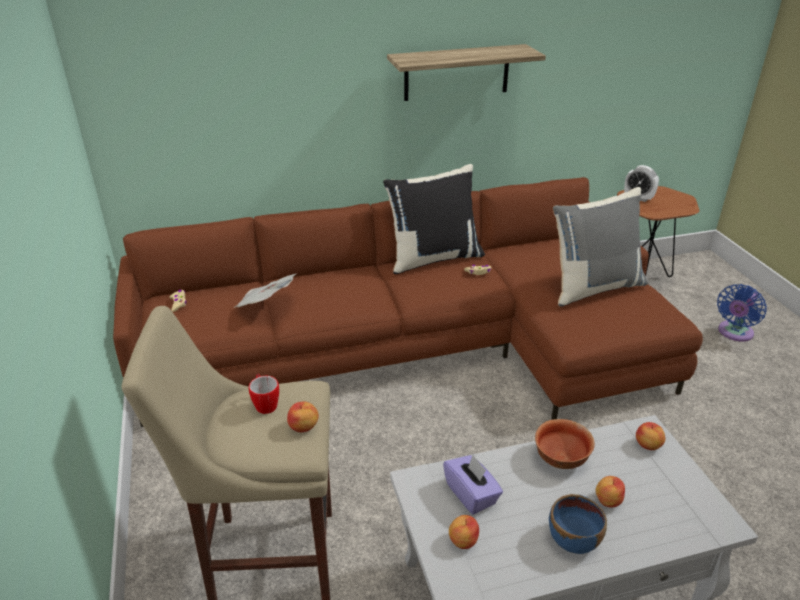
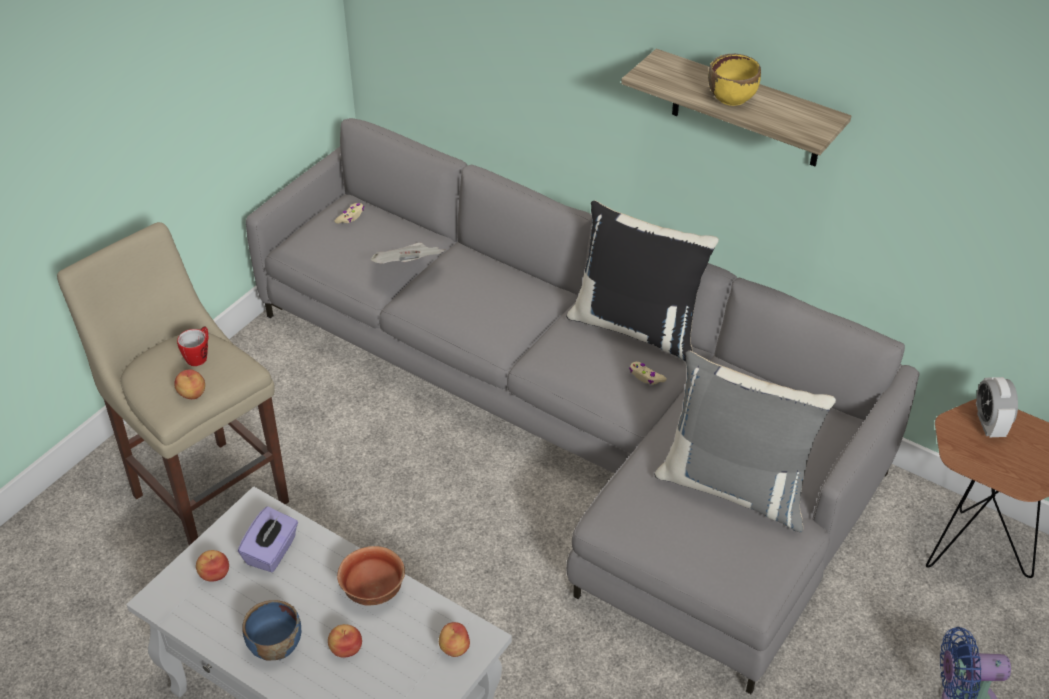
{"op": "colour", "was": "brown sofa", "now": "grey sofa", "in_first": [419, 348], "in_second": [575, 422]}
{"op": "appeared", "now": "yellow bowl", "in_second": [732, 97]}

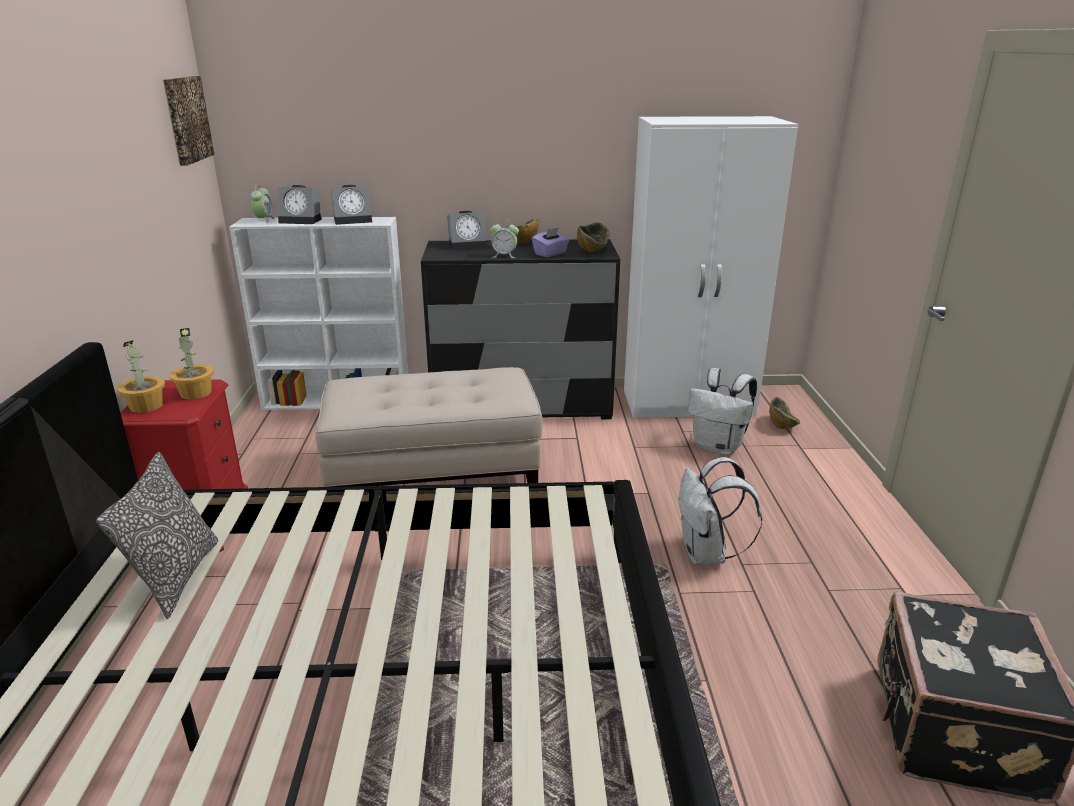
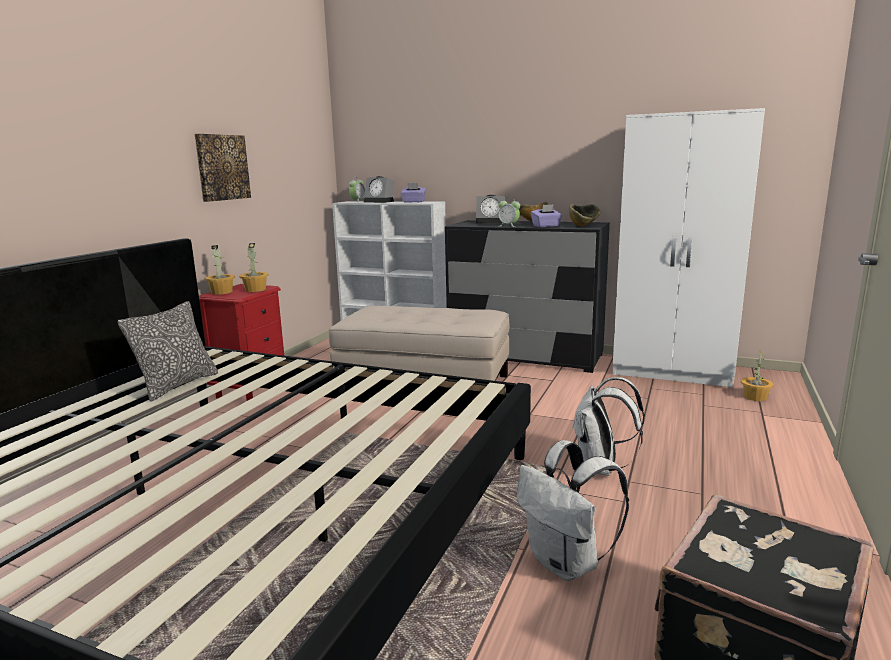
{"op": "relocated", "was": "picture", "in_first": [186, 119], "in_second": [222, 167]}
{"op": "exchanged", "was": "alarm clock", "now": "purple tissue box", "in_first": [354, 220], "in_second": [413, 202]}
{"op": "relocated", "was": "white backpack", "in_first": [718, 447], "in_second": [567, 563]}
{"op": "exchanged", "was": "bowl", "now": "potted plant", "in_first": [781, 425], "in_second": [754, 397]}

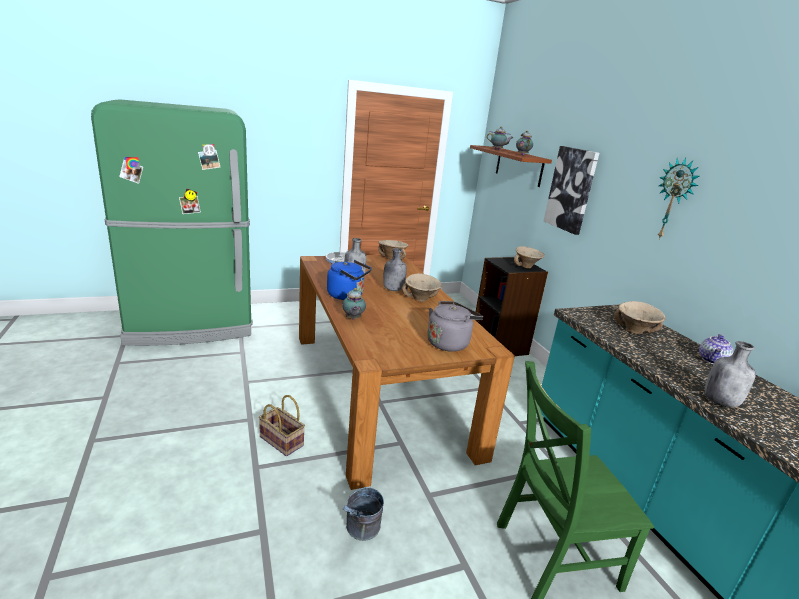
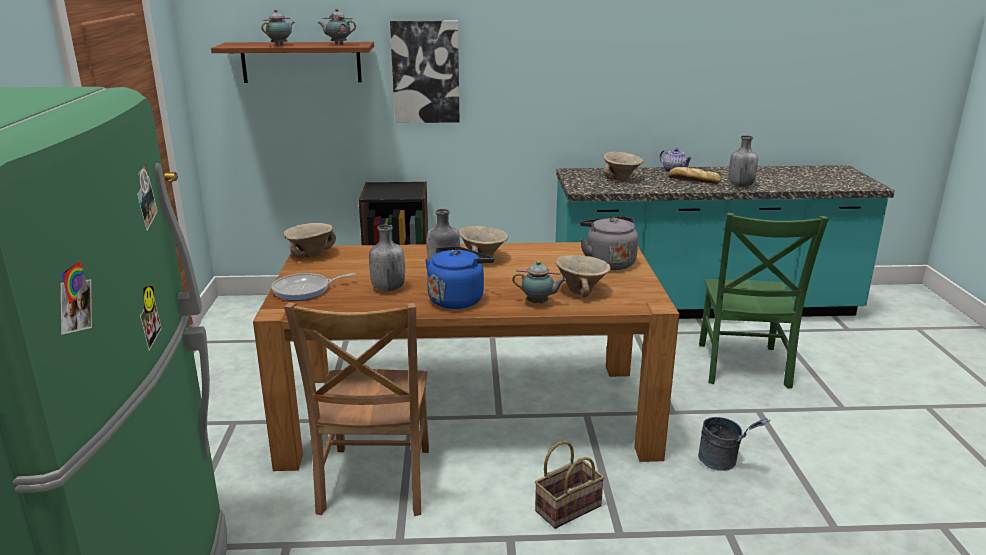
{"op": "appeared", "now": "brown chair", "in_second": [374, 484]}
{"op": "relocated", "was": "beige bowl", "in_first": [527, 267], "in_second": [582, 291]}
{"op": "appeared", "now": "bread", "in_second": [692, 180]}
{"op": "missing", "was": "wall clock", "in_first": [674, 199]}

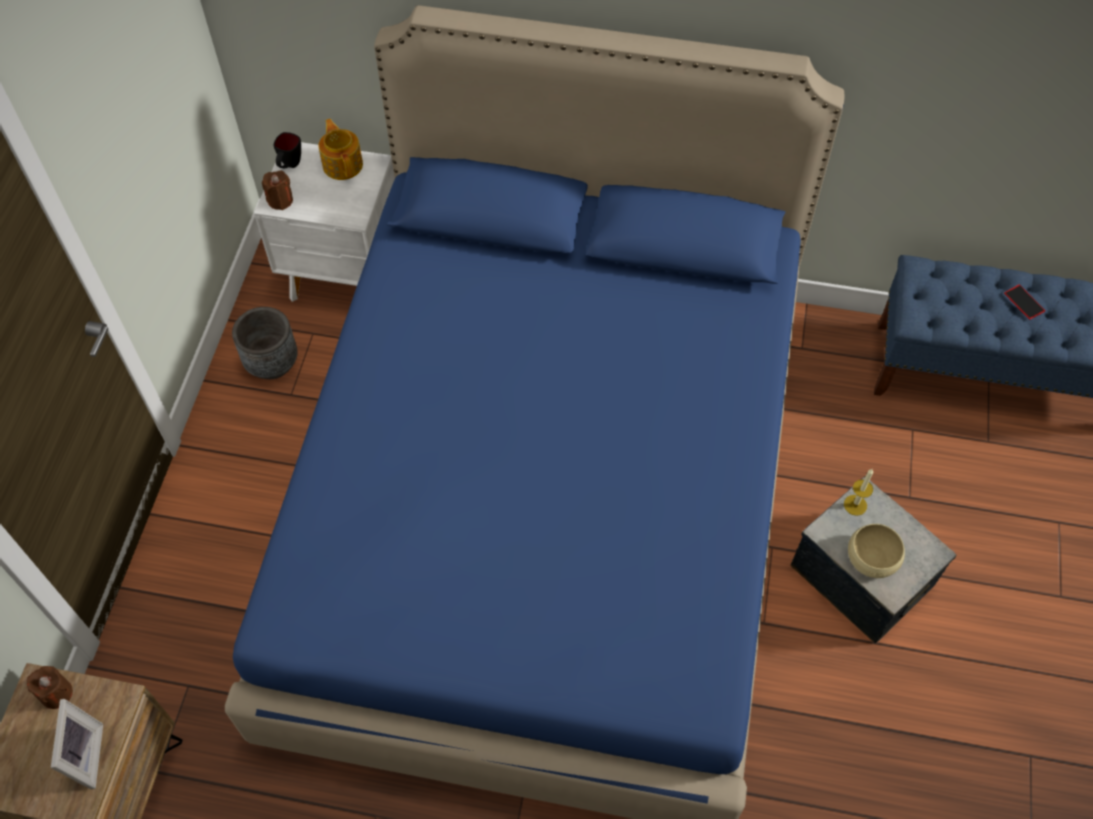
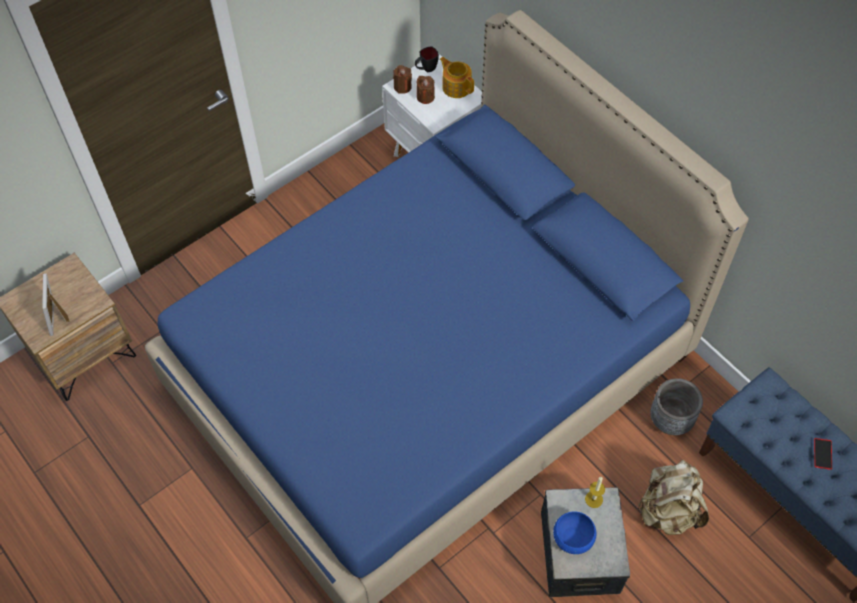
{"op": "spun", "was": "picture frame", "in_first": [84, 757], "in_second": [60, 317], "clockwise": 135}
{"op": "relocated", "was": "brown candle", "in_first": [56, 693], "in_second": [425, 97]}
{"op": "spun", "was": "teapot", "in_first": [343, 164], "in_second": [456, 86], "clockwise": -60}
{"op": "colour", "was": "beige bowl", "now": "blue bowl", "in_first": [872, 558], "in_second": [573, 537]}
{"op": "appeared", "now": "beige backpack", "in_second": [668, 510]}
{"op": "relocated", "was": "grey planter", "in_first": [272, 363], "in_second": [671, 420]}

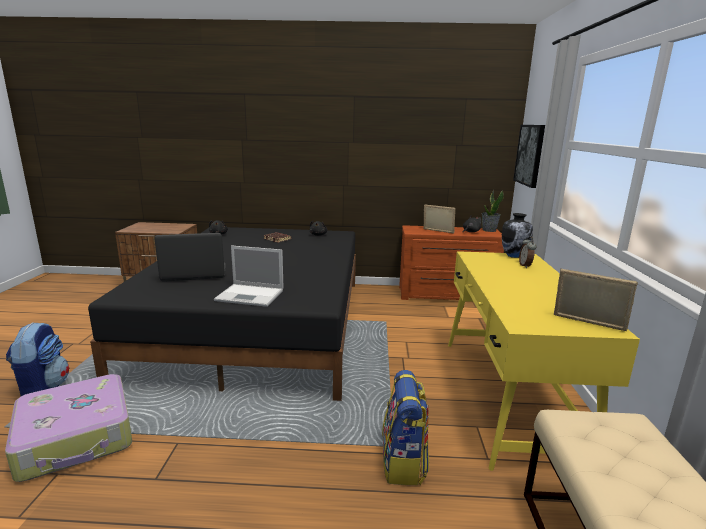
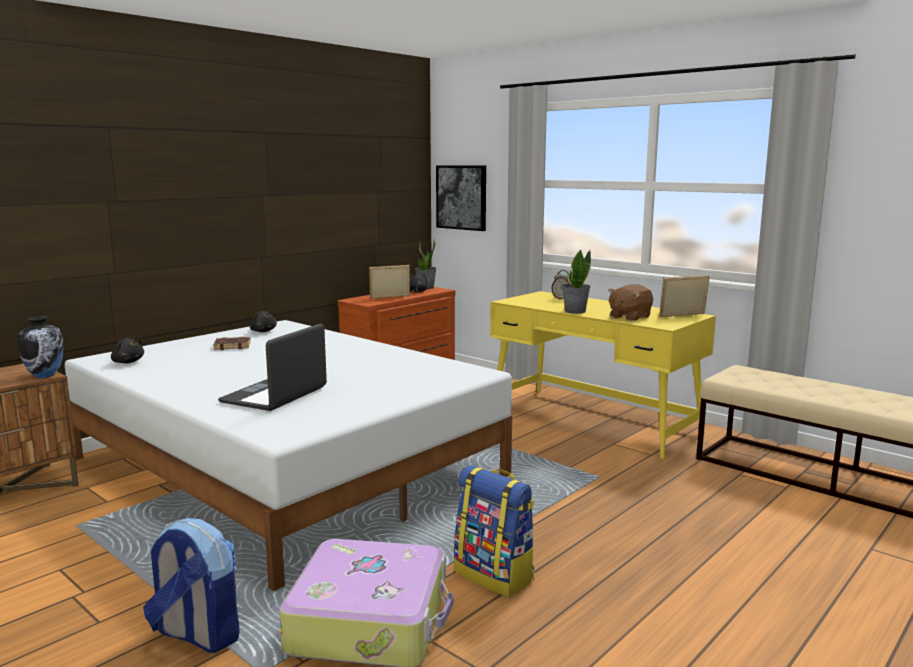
{"op": "relocated", "was": "vase", "in_first": [514, 256], "in_second": [45, 375]}
{"op": "colour", "was": "black bed", "now": "white bed", "in_first": [260, 324], "in_second": [286, 466]}
{"op": "relocated", "was": "backpack", "in_first": [404, 463], "in_second": [495, 575]}
{"op": "appeared", "now": "potted plant", "in_second": [574, 311]}
{"op": "appeared", "now": "brown plush toy", "in_second": [629, 317]}
{"op": "missing", "was": "laptop", "in_first": [251, 295]}

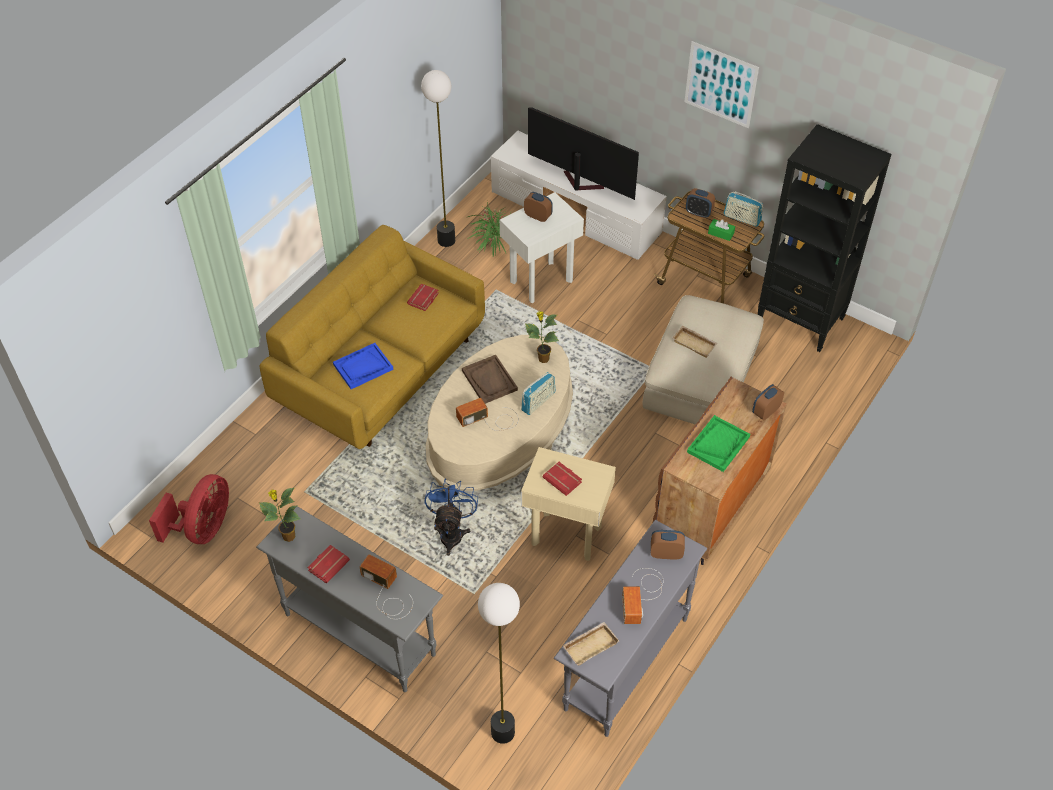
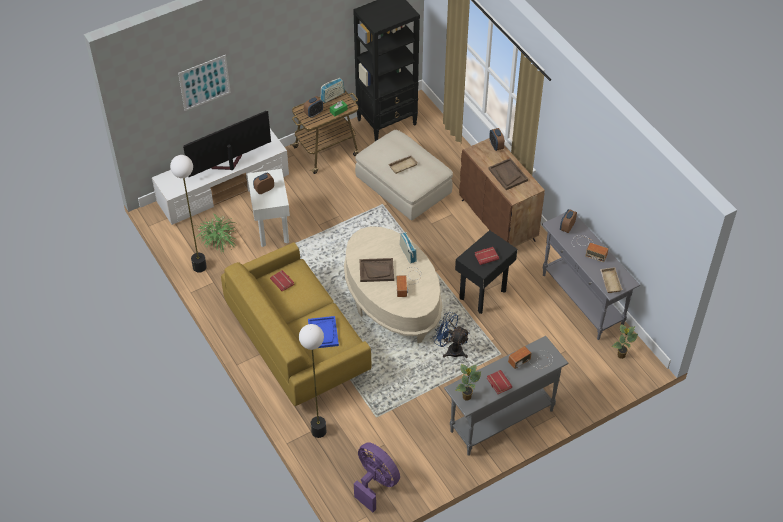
{"op": "relocated", "was": "picture", "in_first": [720, 84], "in_second": [204, 82]}
{"op": "relocated", "was": "floor lamp", "in_first": [503, 732], "in_second": [318, 431]}
{"op": "colour", "was": "red fan", "now": "purple fan", "in_first": [203, 528], "in_second": [375, 483]}
{"op": "colour", "was": "beige side table", "now": "black side table", "in_first": [566, 535], "in_second": [483, 294]}
{"op": "colour", "was": "green tray", "now": "brown tray", "in_first": [718, 444], "in_second": [507, 175]}
{"op": "relocated", "was": "potted plant", "in_first": [542, 359], "in_second": [621, 356]}

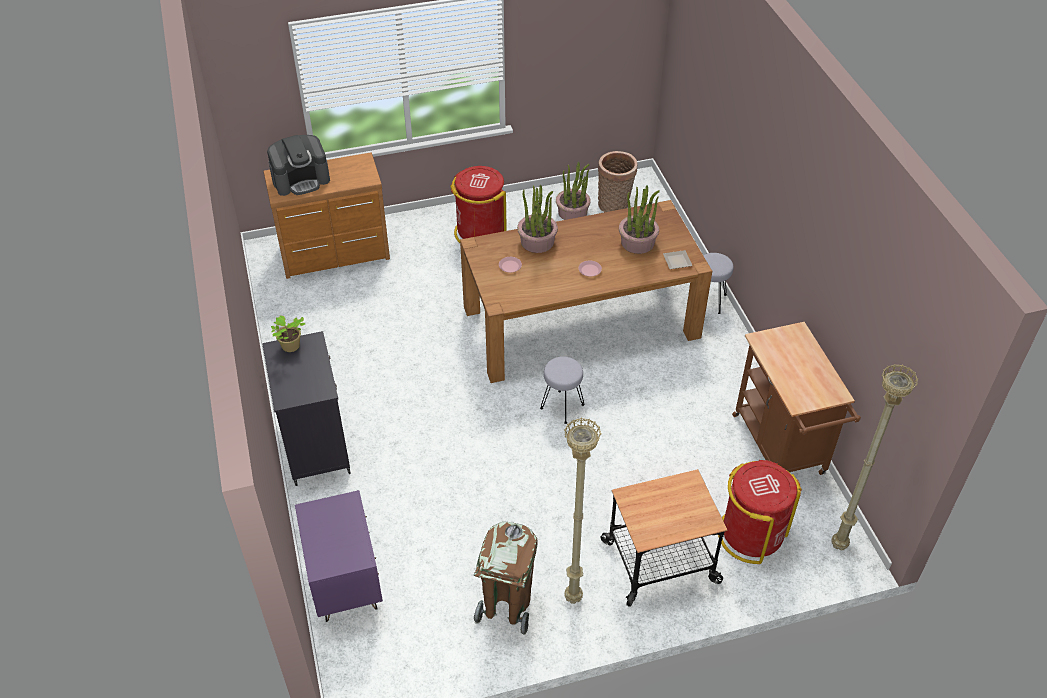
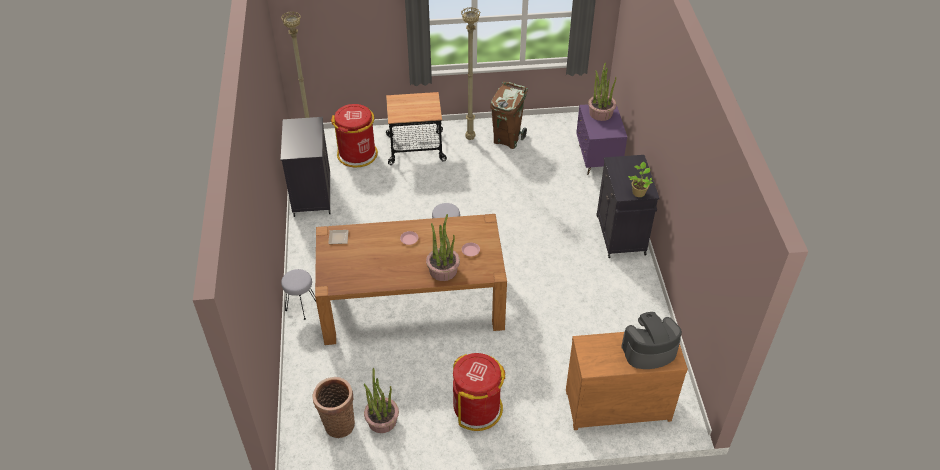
{"op": "exchanged", "was": "brown cart", "now": "black cabinet", "in_first": [781, 449], "in_second": [312, 194]}
{"op": "relocated", "was": "potted plant", "in_first": [637, 242], "in_second": [600, 113]}

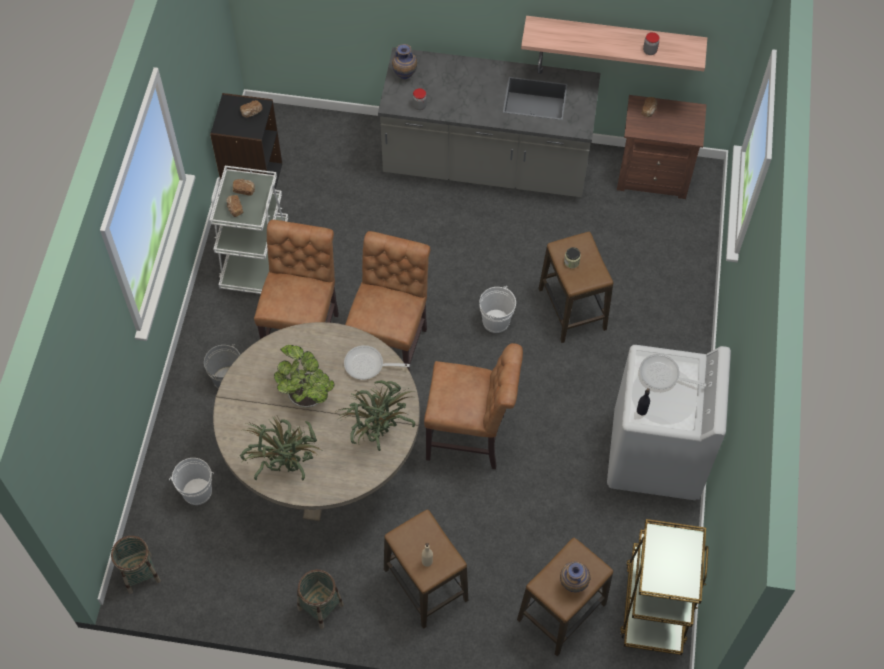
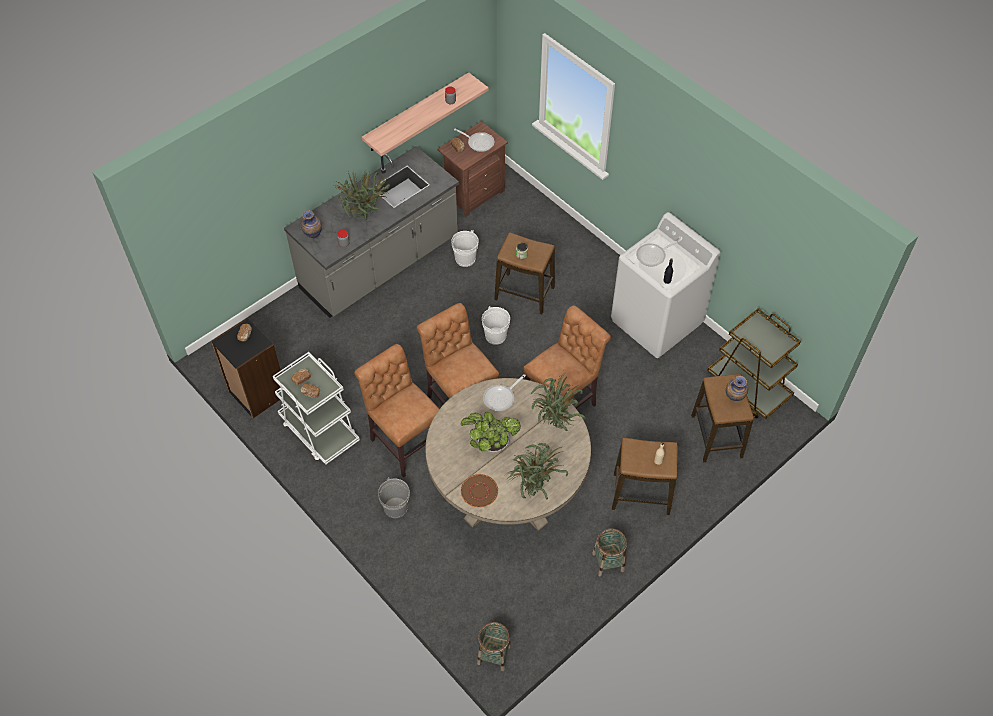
{"op": "appeared", "now": "potted plant", "in_second": [365, 218]}
{"op": "relocated", "was": "white bucket", "in_first": [197, 491], "in_second": [465, 259]}
{"op": "appeared", "now": "frying pan", "in_second": [478, 142]}
{"op": "appeared", "now": "brown plate", "in_second": [479, 491]}

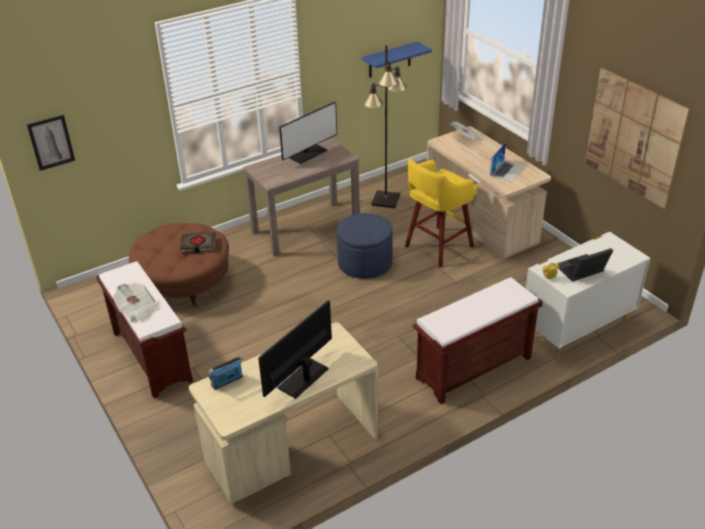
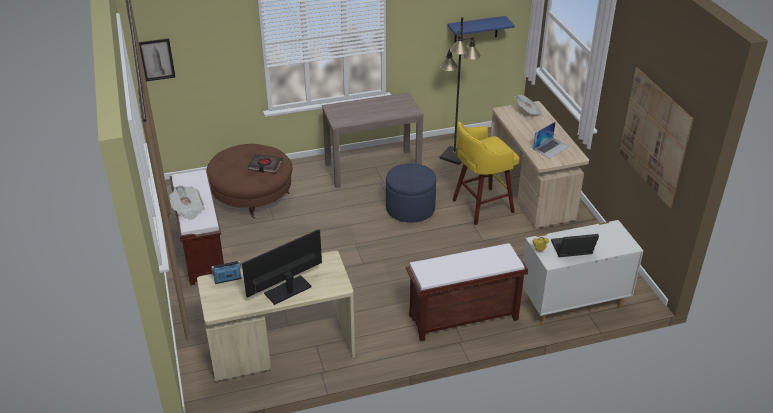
{"op": "missing", "was": "monitor", "in_first": [308, 154]}

